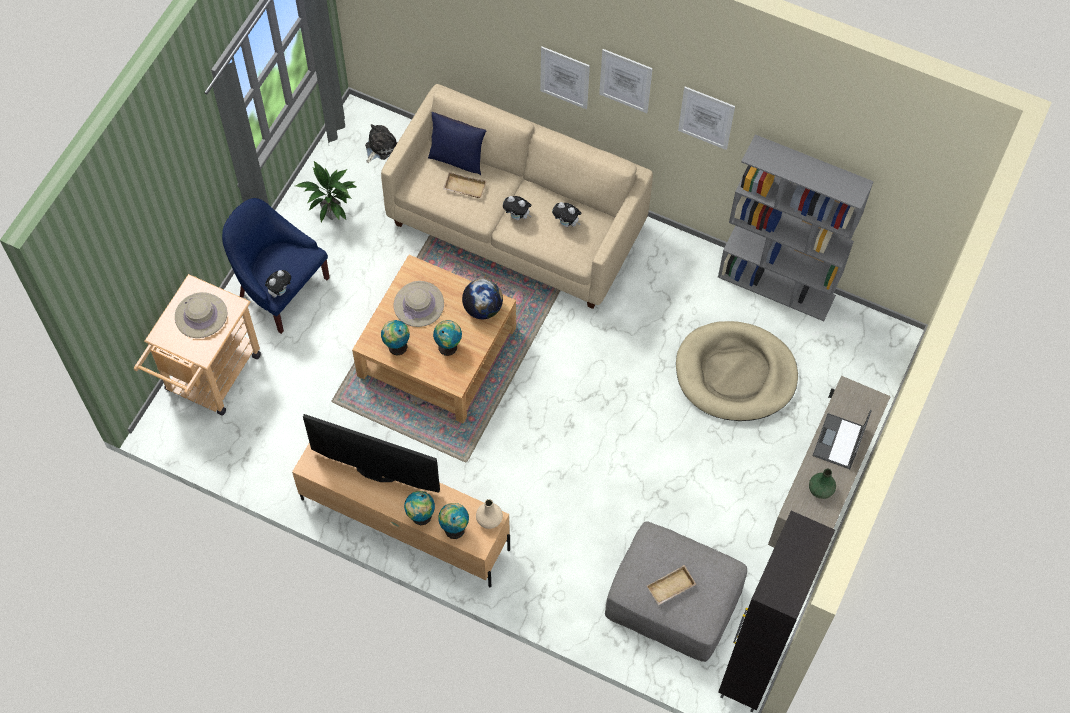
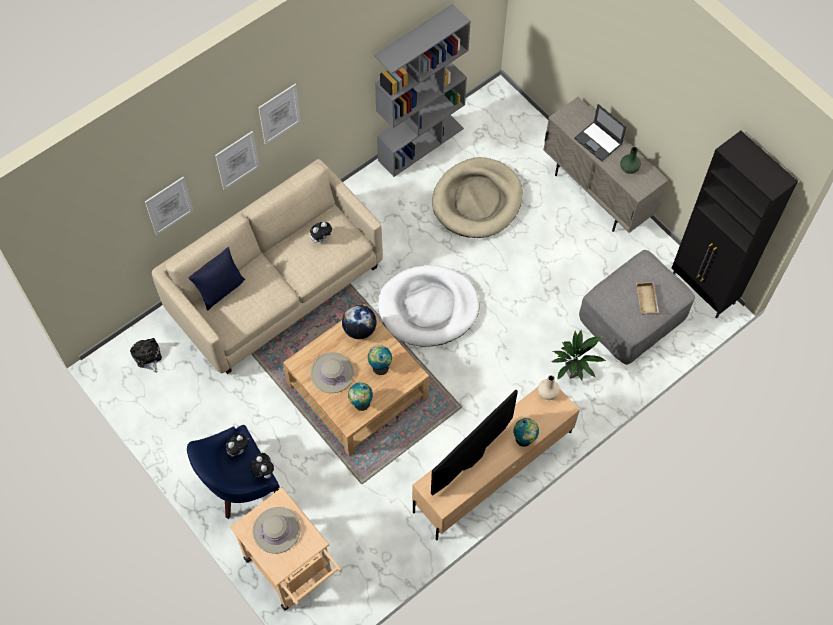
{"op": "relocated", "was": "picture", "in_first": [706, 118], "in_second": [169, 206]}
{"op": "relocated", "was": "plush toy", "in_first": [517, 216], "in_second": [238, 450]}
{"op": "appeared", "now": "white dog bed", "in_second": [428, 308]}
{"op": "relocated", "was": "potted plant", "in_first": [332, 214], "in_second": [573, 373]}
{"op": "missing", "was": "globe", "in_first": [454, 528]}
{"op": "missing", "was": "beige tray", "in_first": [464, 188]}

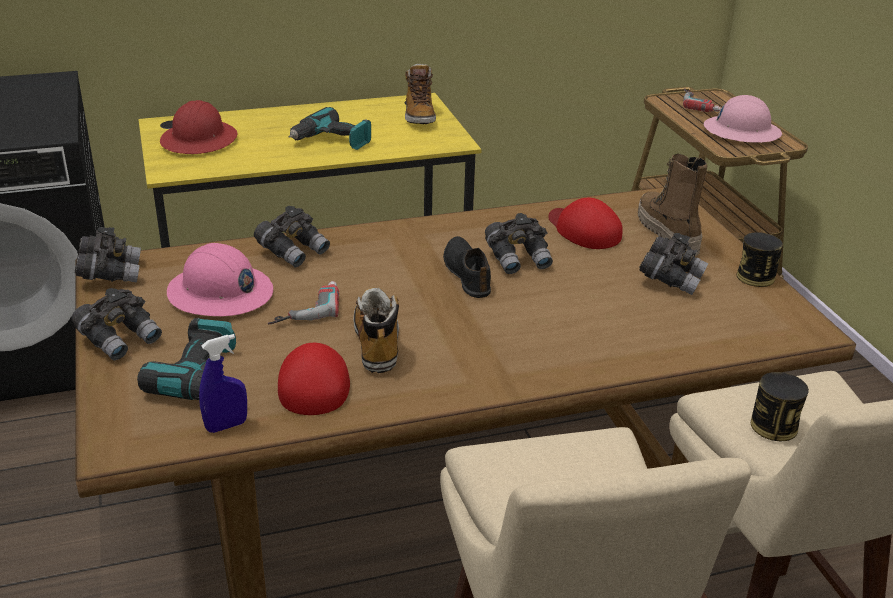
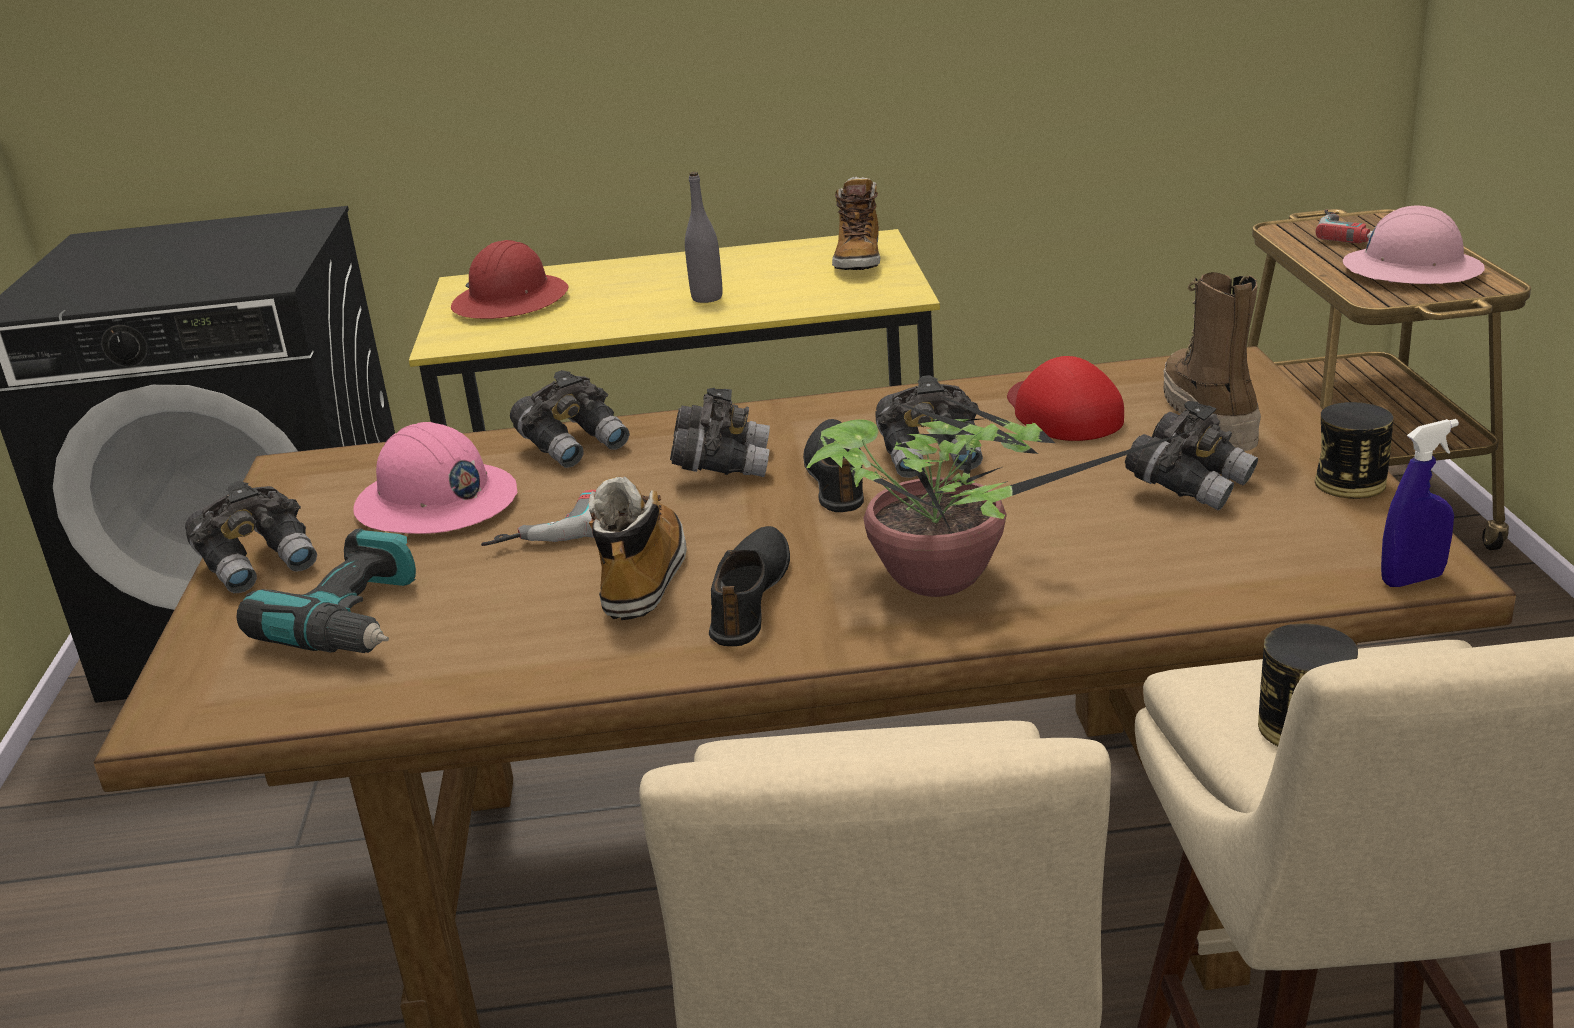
{"op": "relocated", "was": "grey binoculars", "in_first": [110, 274], "in_second": [722, 466]}
{"op": "exchanged", "was": "power drill", "now": "grey bottle", "in_first": [332, 141], "in_second": [707, 298]}
{"op": "appeared", "now": "black shoe", "in_second": [751, 597]}
{"op": "appeared", "now": "potted plant", "in_second": [947, 579]}
{"op": "relocated", "was": "blue spray bottle", "in_first": [226, 426], "in_second": [1412, 579]}
{"op": "missing", "was": "red cap", "in_first": [314, 382]}

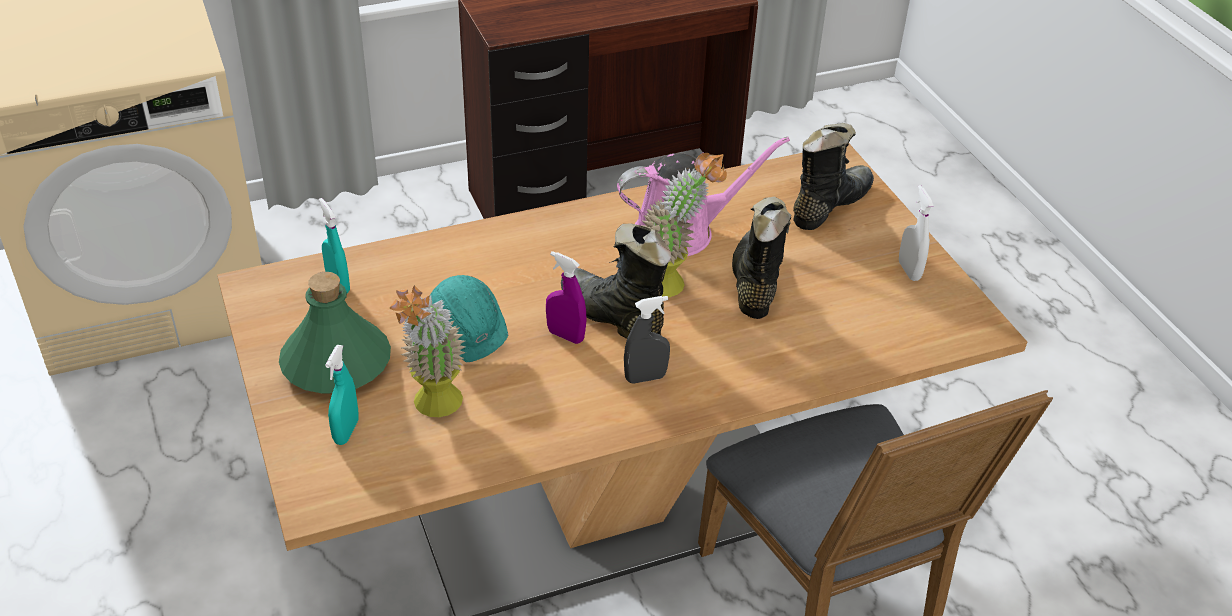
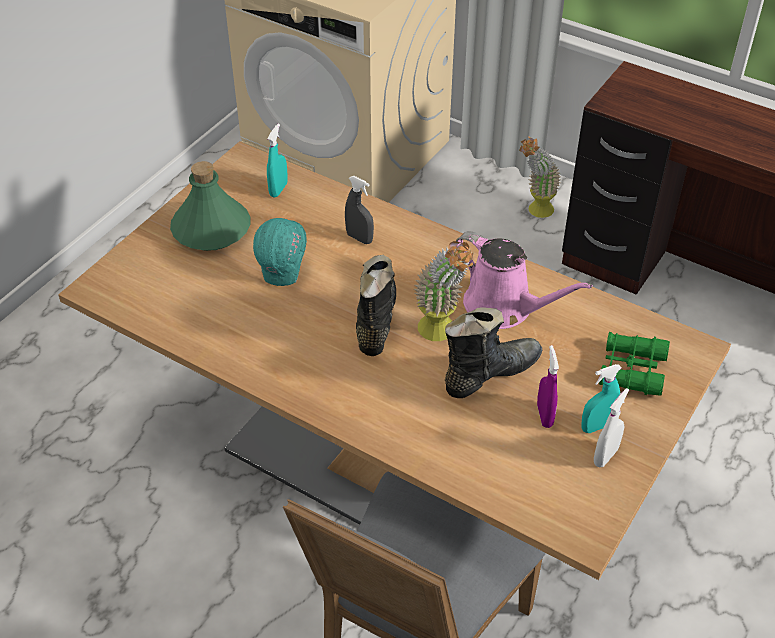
{"op": "relocated", "was": "grey spray bottle", "in_first": [645, 378], "in_second": [359, 238]}
{"op": "relocated", "was": "potted plant", "in_first": [434, 409], "in_second": [535, 211]}
{"op": "relocated", "was": "purple spray bottle", "in_first": [565, 336], "in_second": [544, 415]}
{"op": "relocated", "was": "turquoise spray bottle", "in_first": [346, 432], "in_second": [597, 426]}
{"op": "exchanged", "was": "black boot", "now": "green binoculars", "in_first": [829, 205], "in_second": [632, 370]}

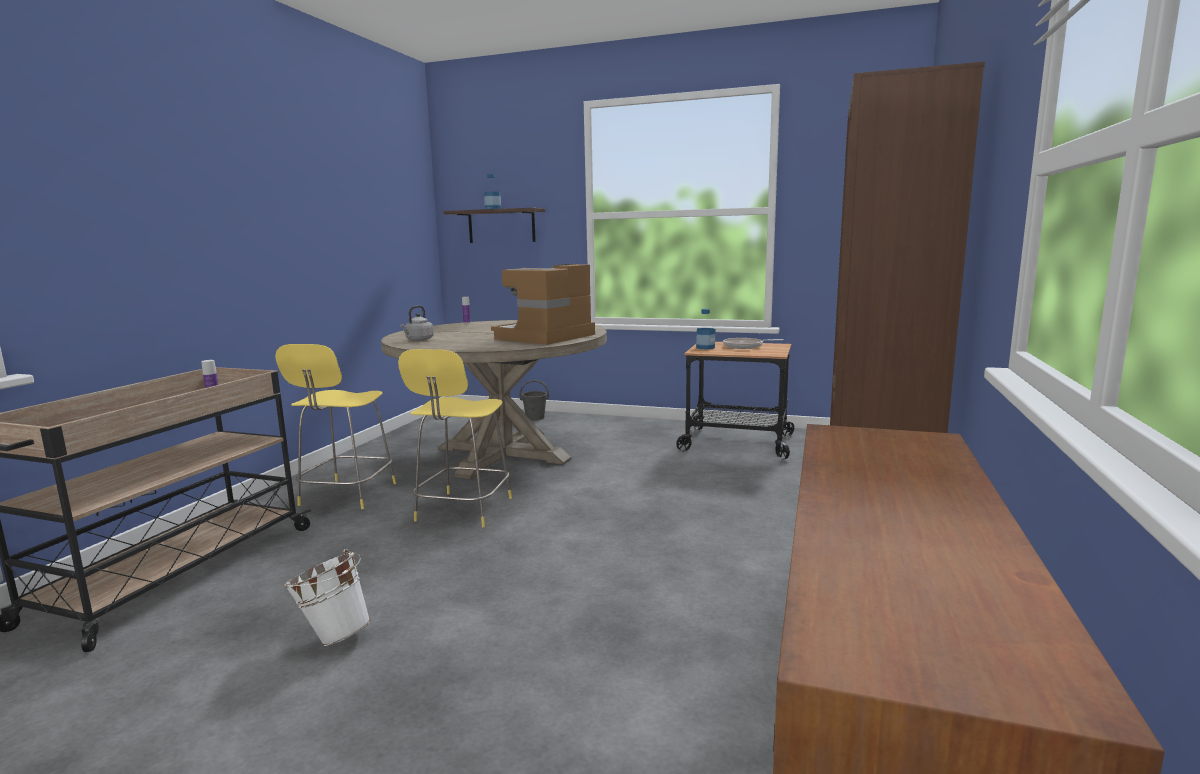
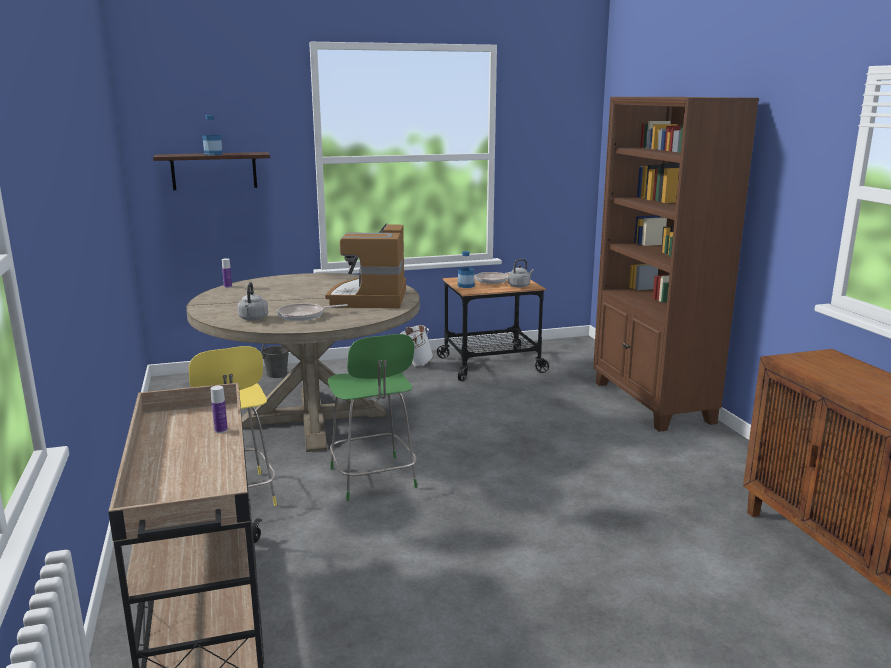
{"op": "appeared", "now": "frying pan", "in_second": [304, 316]}
{"op": "colour", "was": "yellow stool", "now": "green stool", "in_first": [463, 511], "in_second": [373, 479]}
{"op": "relocated", "was": "white bucket", "in_first": [333, 635], "in_second": [414, 365]}
{"op": "appeared", "now": "grey kettle", "in_second": [520, 286]}

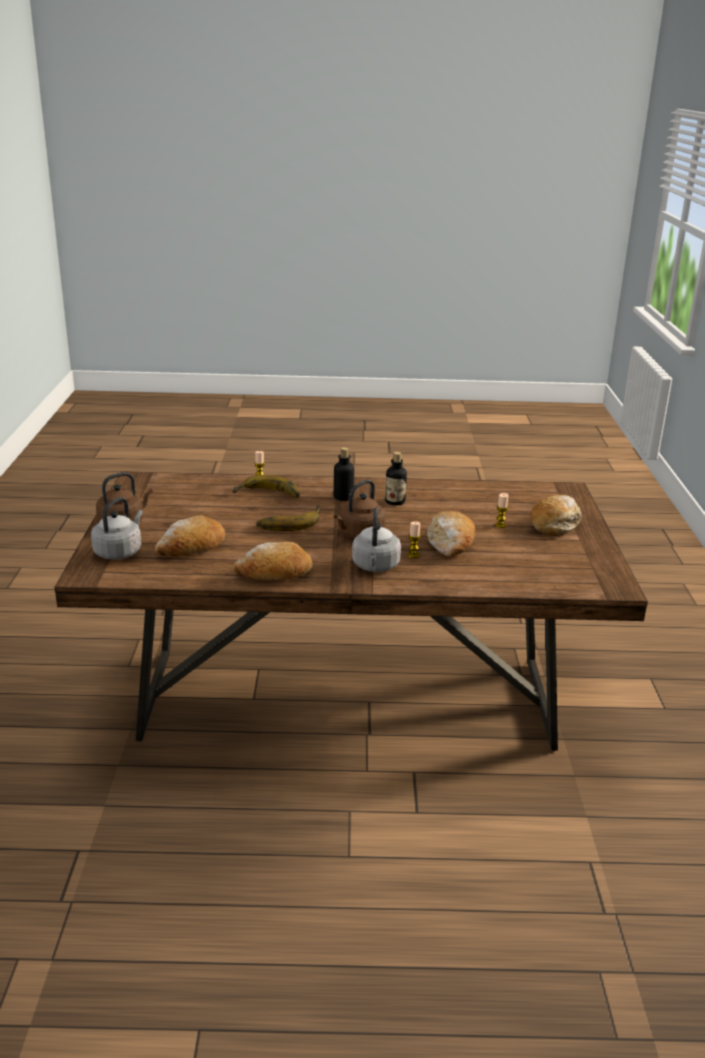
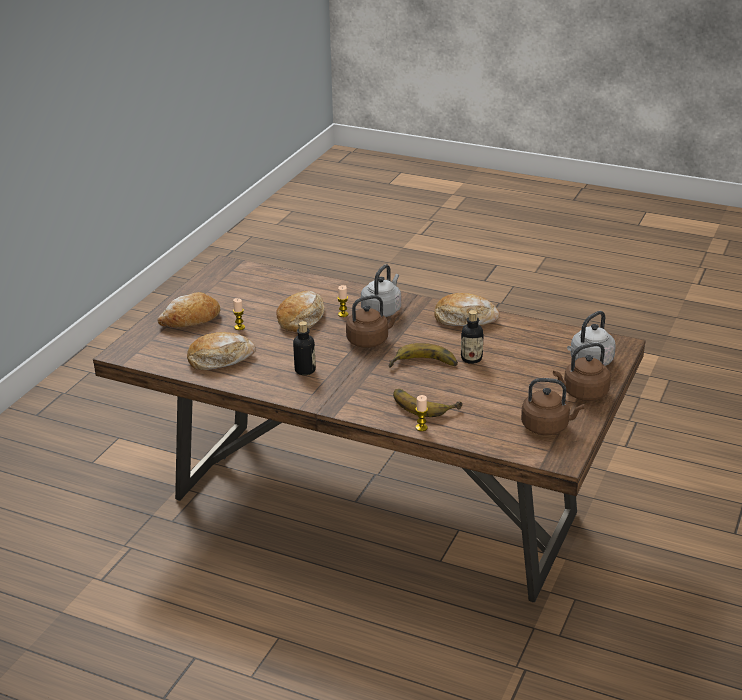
{"op": "relocated", "was": "bread", "in_first": [192, 547], "in_second": [220, 359]}
{"op": "relocated", "was": "bottle", "in_first": [343, 497], "in_second": [471, 359]}
{"op": "appeared", "now": "brown kettle", "in_second": [547, 427]}

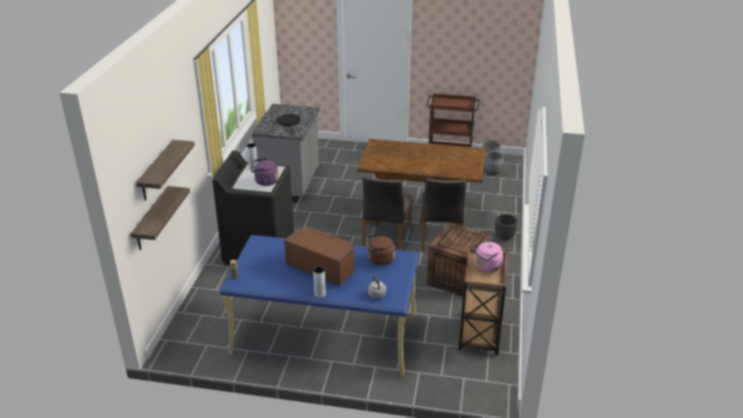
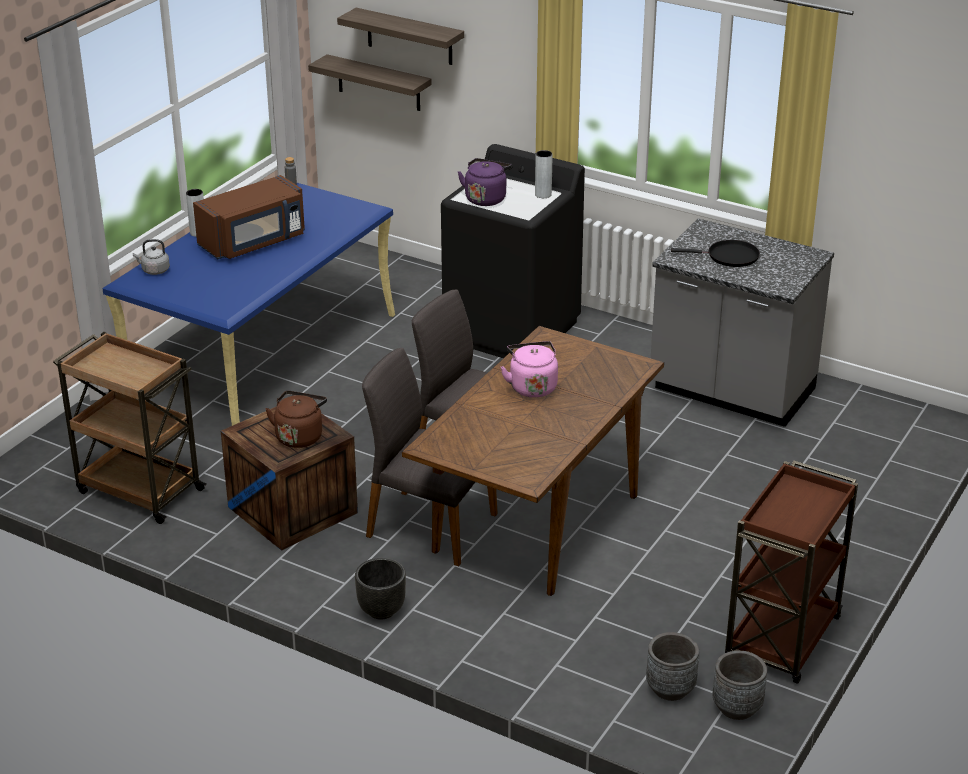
{"op": "relocated", "was": "brown kettle", "in_first": [379, 260], "in_second": [299, 436]}
{"op": "relocated", "was": "pink kettle", "in_first": [486, 267], "in_second": [532, 386]}

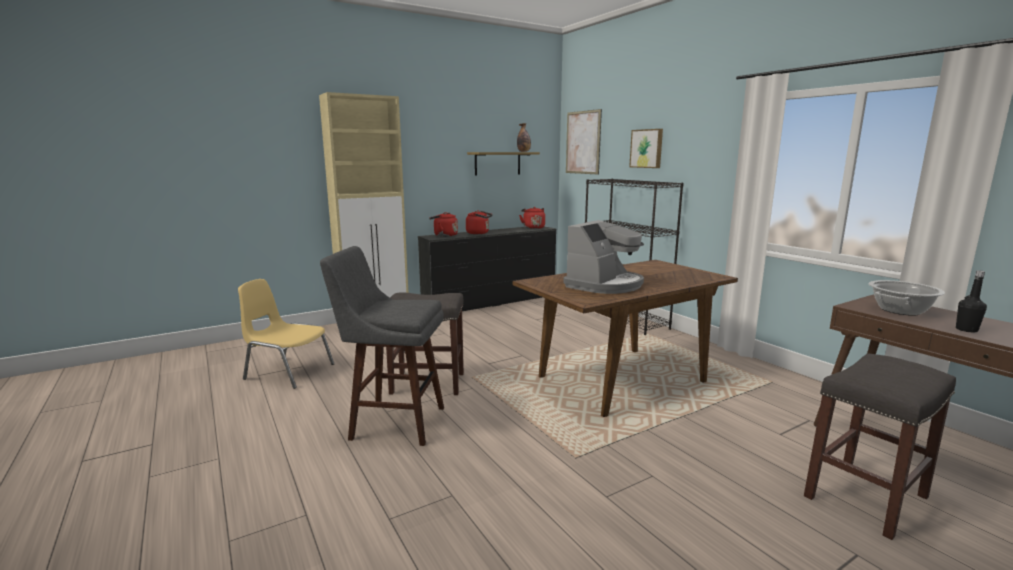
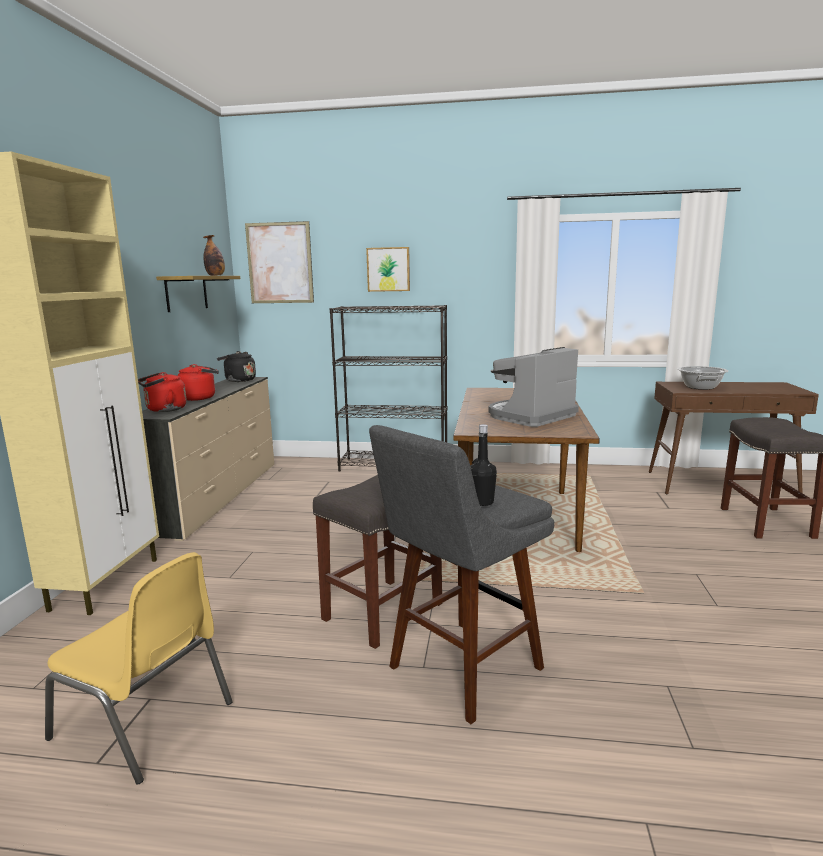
{"op": "spun", "was": "yellow chair", "in_first": [288, 372], "in_second": [146, 721], "clockwise": -120}
{"op": "colour", "was": "black dresser", "now": "beige dresser", "in_first": [491, 302], "in_second": [218, 496]}
{"op": "colour", "was": "red kettle", "now": "black kettle", "in_first": [533, 228], "in_second": [238, 380]}
{"op": "relocated", "was": "black bottle", "in_first": [966, 330], "in_second": [482, 502]}
{"op": "spun", "was": "coffee machine", "in_first": [604, 285], "in_second": [530, 416], "clockwise": -120}

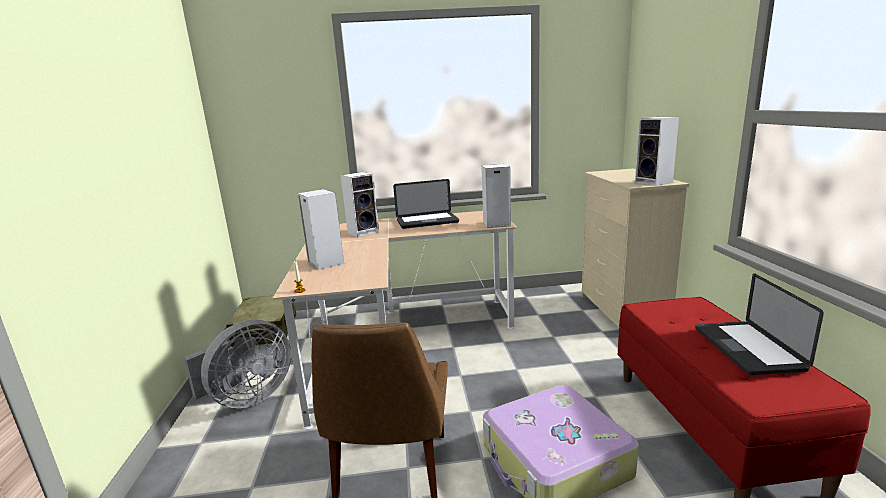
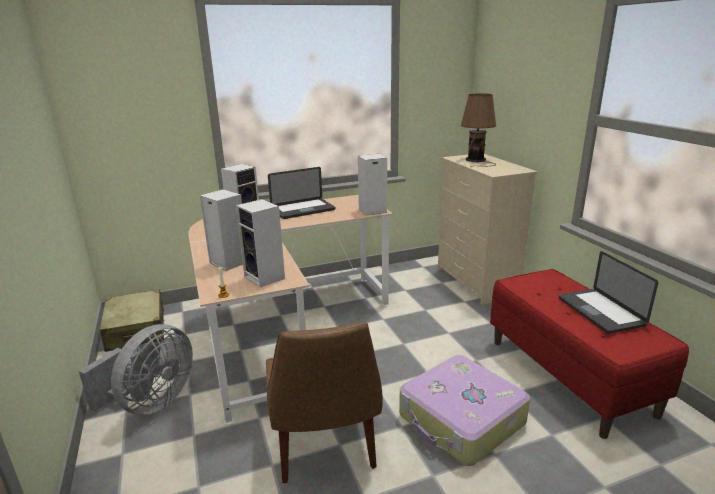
{"op": "relocated", "was": "speaker", "in_first": [655, 182], "in_second": [266, 278]}
{"op": "appeared", "now": "brown table lamp", "in_second": [476, 160]}

